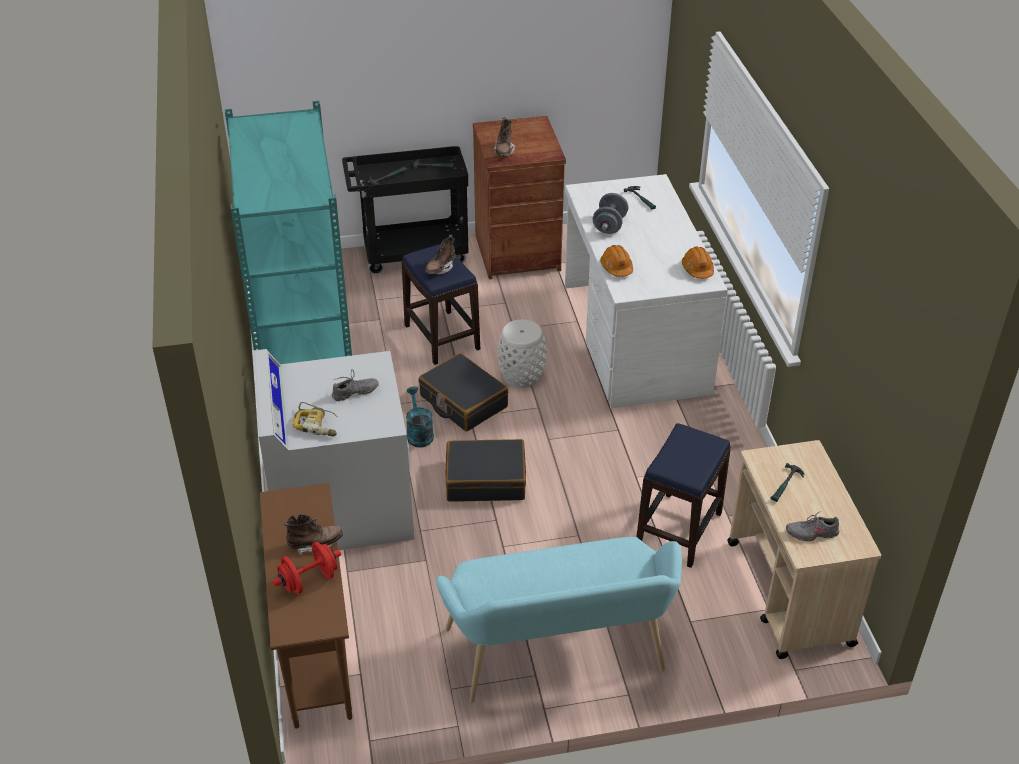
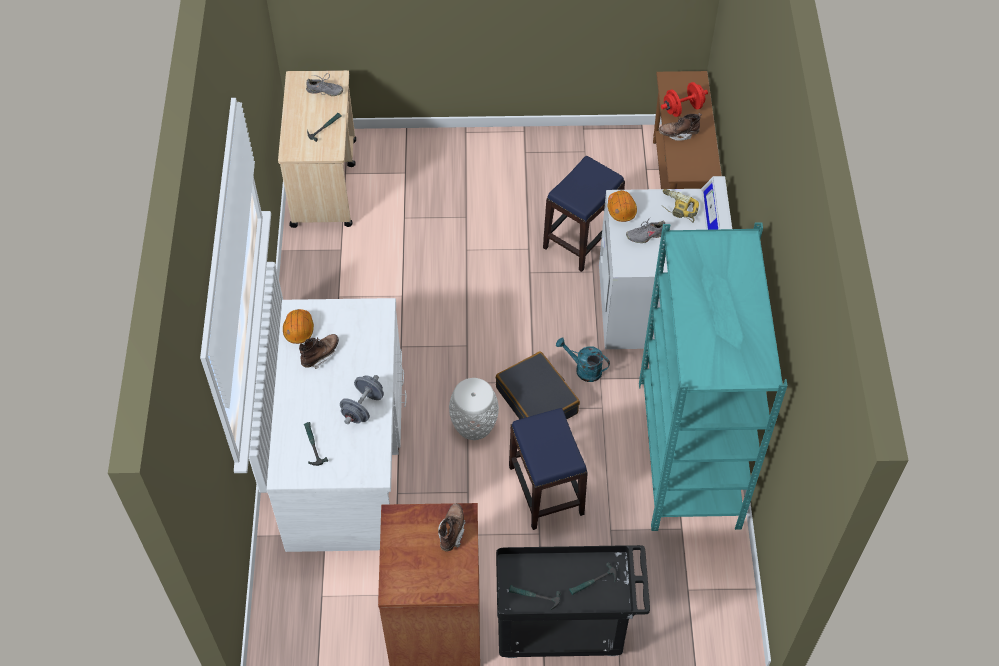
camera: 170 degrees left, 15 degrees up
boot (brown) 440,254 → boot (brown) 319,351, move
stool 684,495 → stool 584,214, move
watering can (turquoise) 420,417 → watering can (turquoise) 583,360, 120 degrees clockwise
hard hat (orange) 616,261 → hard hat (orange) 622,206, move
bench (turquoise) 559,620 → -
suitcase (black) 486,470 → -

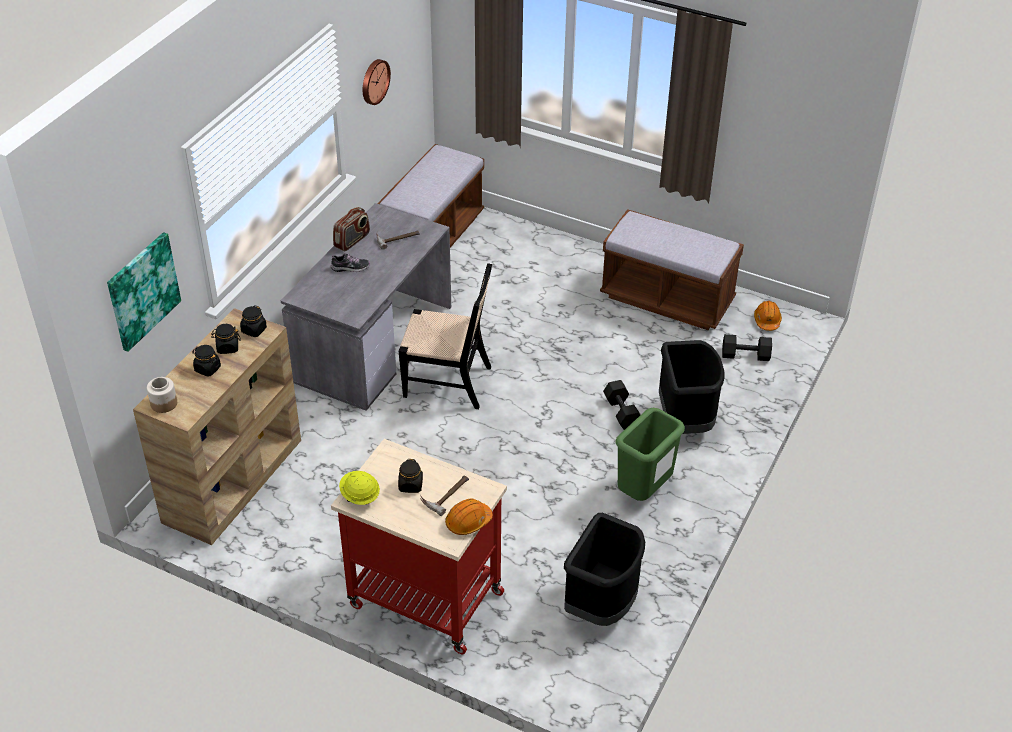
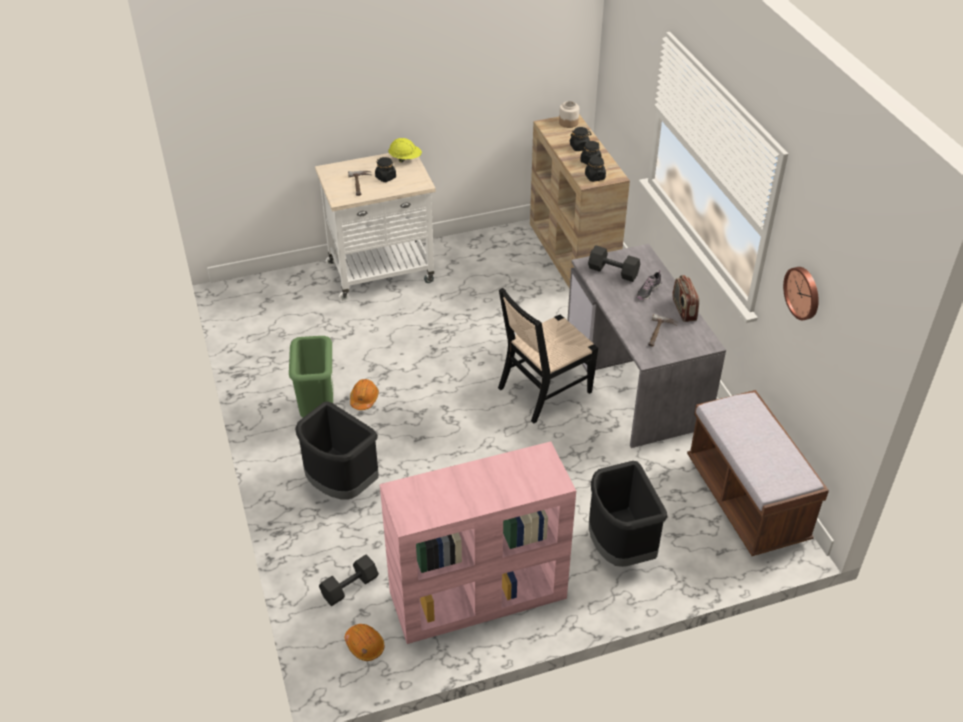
camera: 135 degrees right, 0 degrees up
cart (red) 419,546 → cart (white) 375,227
hard hat (orange) 469,517 → hard hat (orange) 364,394, move
bench (brown) 672,269 → bookcase (pink) 478,542
dumbbell (black) 621,405 → dumbbell (black) 614,263, move
trash can (black) 604,569 → trash can (black) 628,514, move
picture 144,292 → -

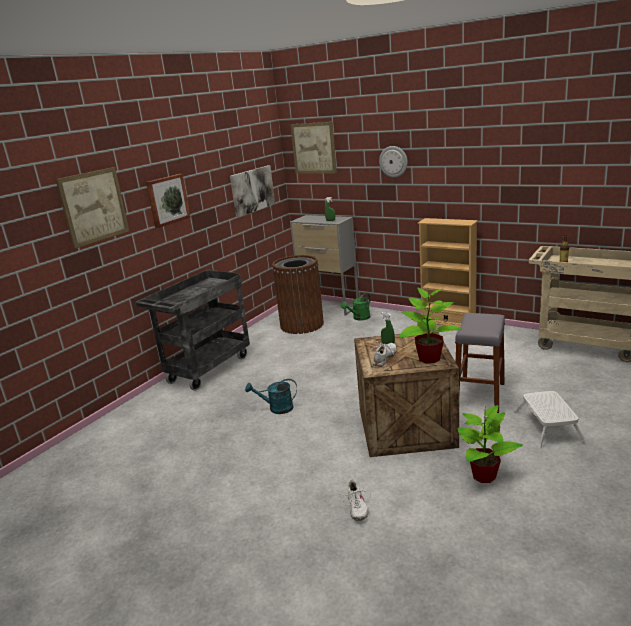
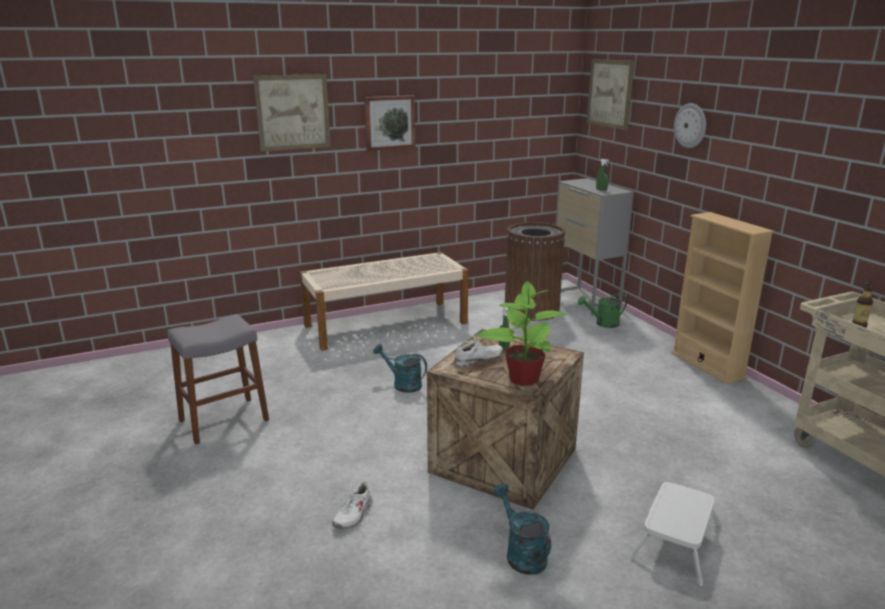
camera: 30 degrees right, 0 degrees up
stool (grey) 480,363 → stool (grey) 218,379, move
cart (black) 192,330 → bench (beige) 384,301
potted plant 490,444 → watering can (turquoise) 522,529
picture 252,191 → -

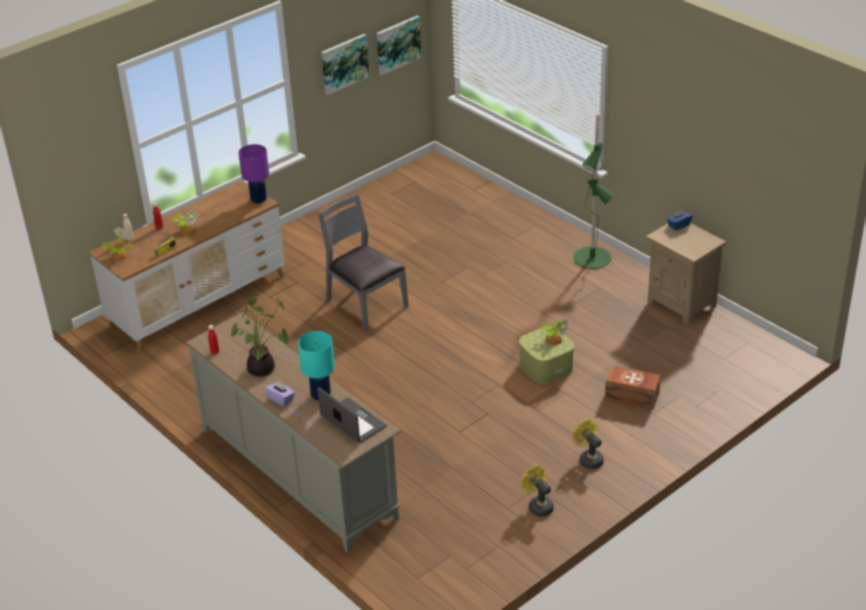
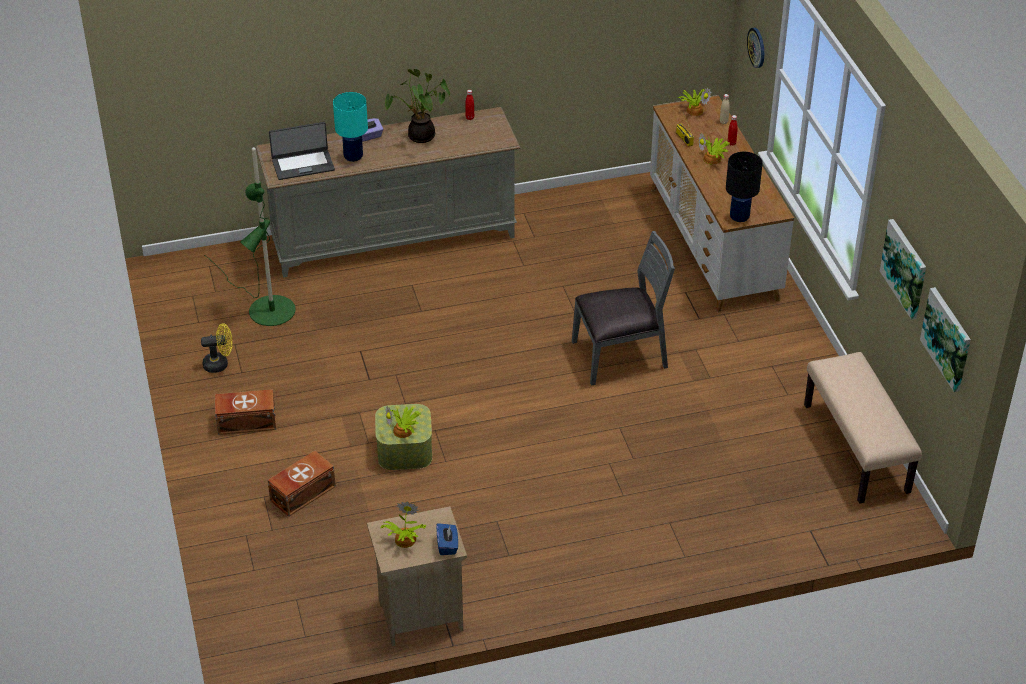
camera: 115 degrees right, 5 degrees up
floor lamp (green) 589,213 → floor lamp (green) 250,236, move
fan (yellow) 588,444 → storage box (brown) 245,412
- → potted plant 403,524
table lamp (purple) 253,173 → table lamp (black) 744,187
- → wall clock 755,48
- → bench (beige) 863,428

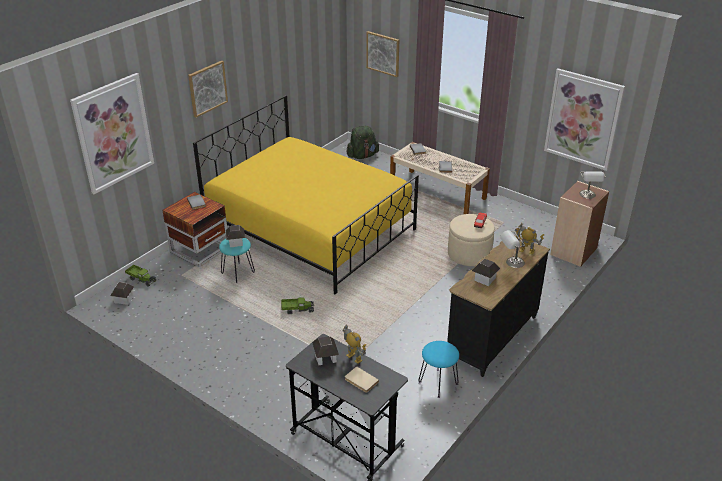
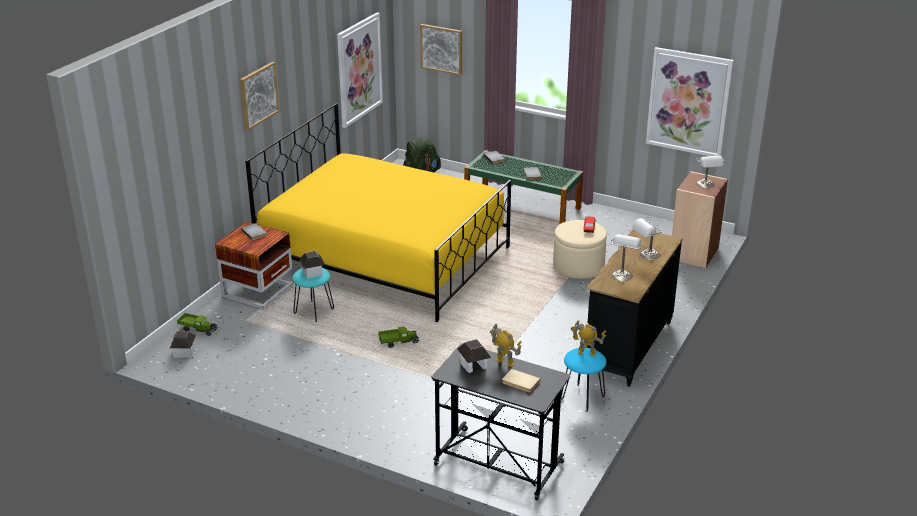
camera: 10 degrees left, 5 degrees down
picture 112,133 → picture 360,70, move
bench (beige) 440,178 → bench (green) 523,187
toy robot 529,238 → toy robot 588,338, move
toy house 486,272 → table lamp (white) 626,257

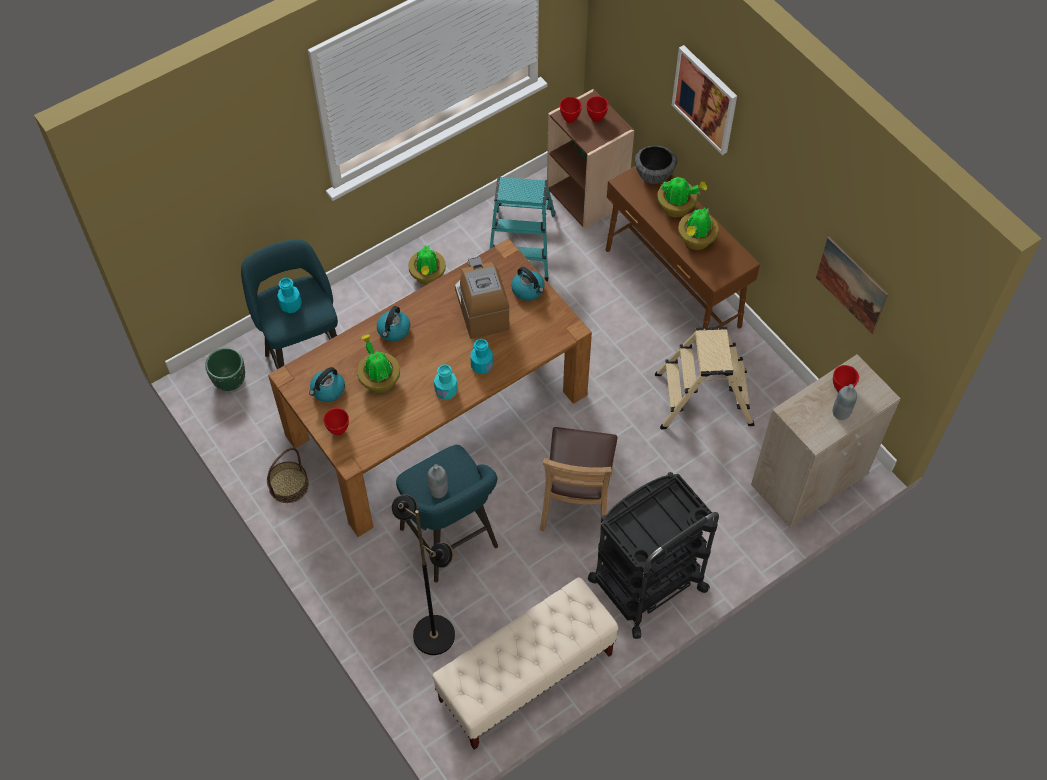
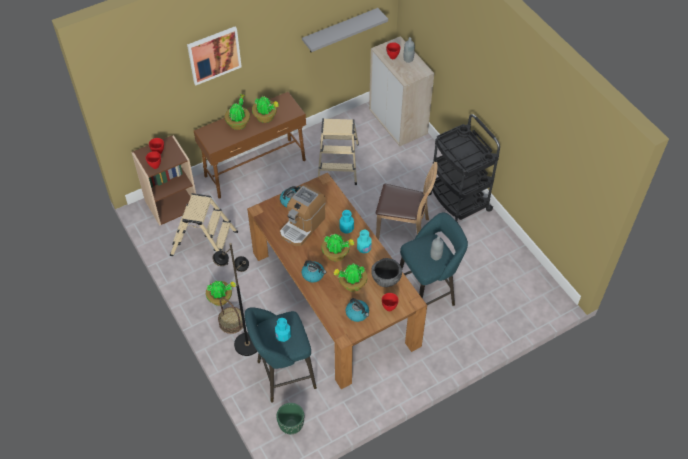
camera: 85 degrees left, 5 degrees down
step ladder (turquoise) 523,229 → step ladder (beige) 204,229
floor lamp (black) 423,574 → floor lamp (black) 235,299, move
basket 288,475 → basket 231,315, move
coffee machine 482,297 → coffee machine 303,215, 45 degrees counterclockwise
picture 852,285 → shelf (grey) 345,30
- → potted plant 338,247
bowl 656,165 → bowl 386,272, move
bench (beige) 525,663 → -

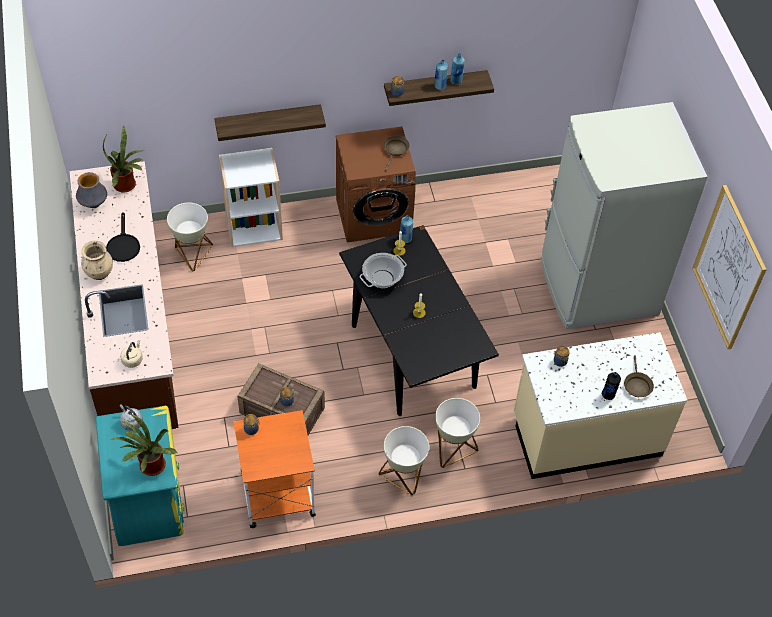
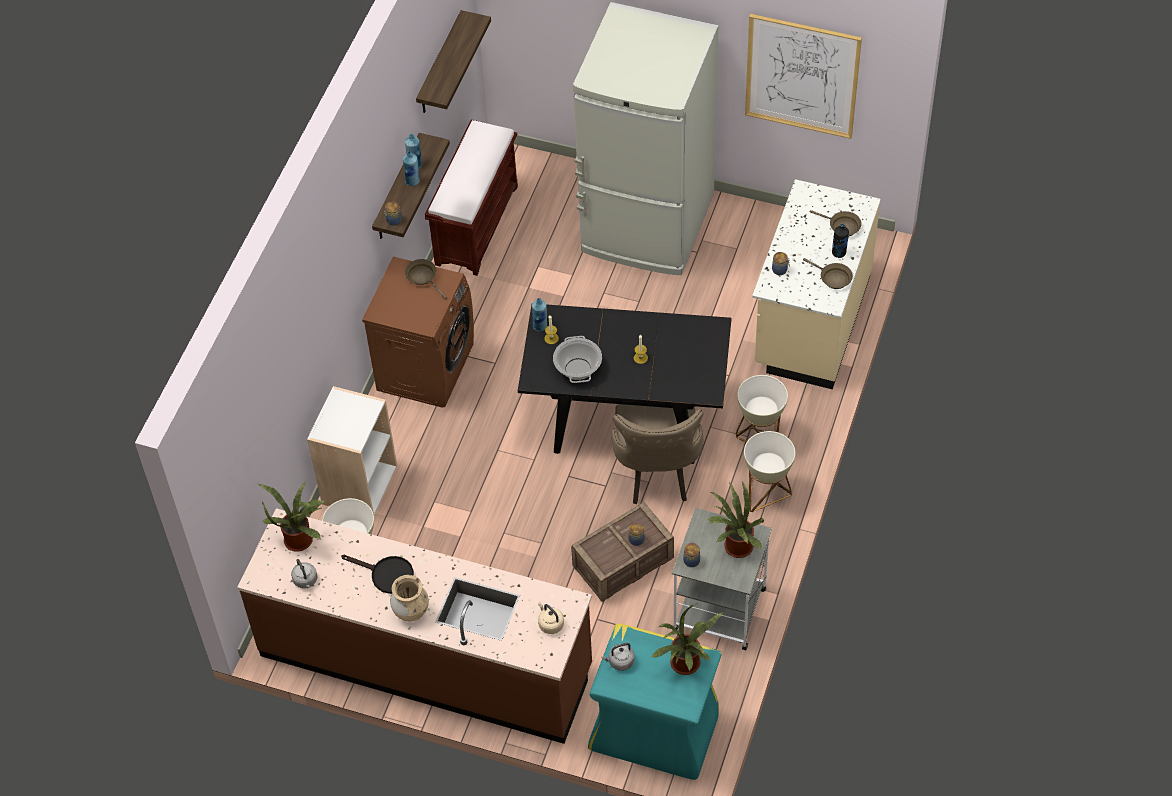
camera: 55 degrees left, 0 degrees up
vase 91,190 → kettle (grey) 304,573
shelf 270,122 → shelf 453,61, move
- → bench (brown) 471,197
- → chair (beige) 658,454
cart (orange) 274,469 → cart (grey) 722,579
- → potted plant 735,520
- → frying pan (brown) 828,273

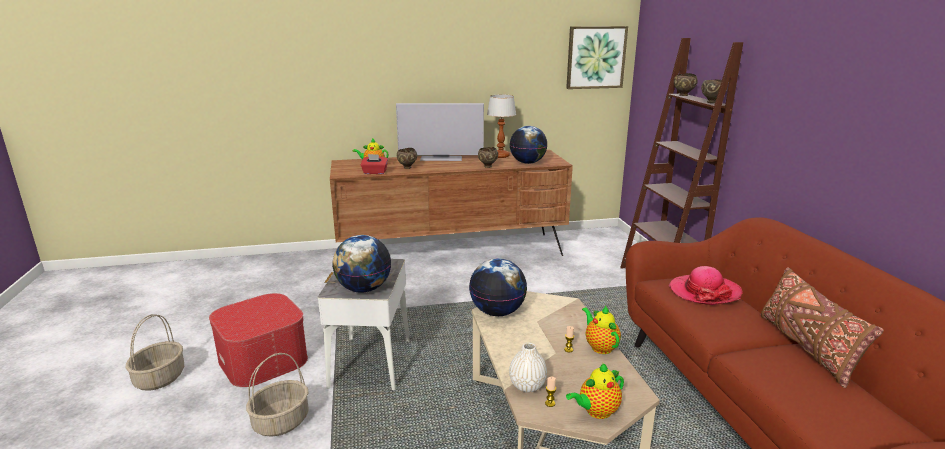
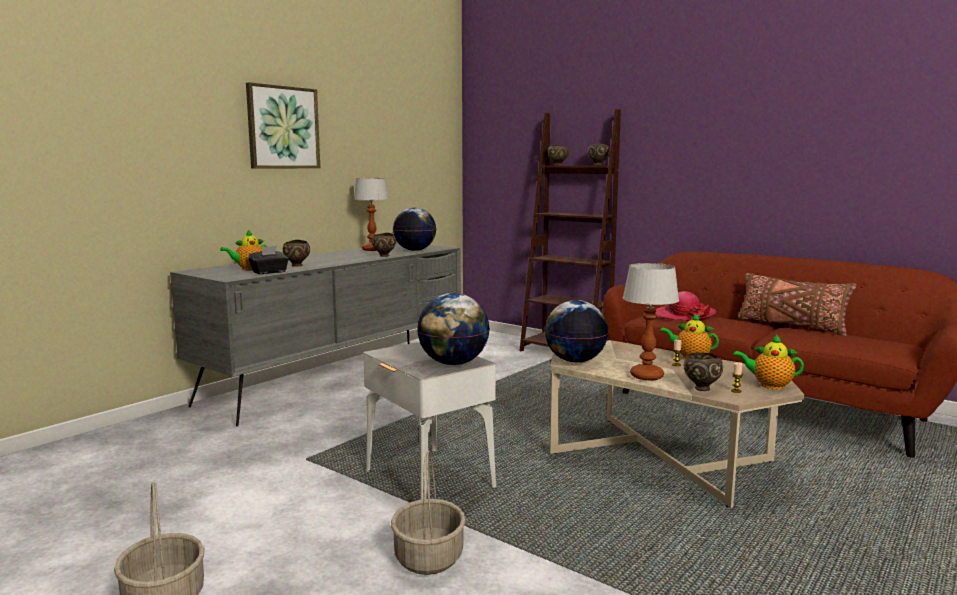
camera: 40 degrees left, 10 degrees down
tv stand (brown) 451,203 → tv stand (grey) 315,335
picture 597,57 → picture 283,125, move
tissue box (red) 374,164 → tissue box (black) 268,260
- → table lamp 651,321
vase (white) 528,367 → bowl (brown) 703,372
teapot 595,391 → teapot 768,361, 90 degrees clockwise
ottoman 258,340 → -
television 440,132 → -

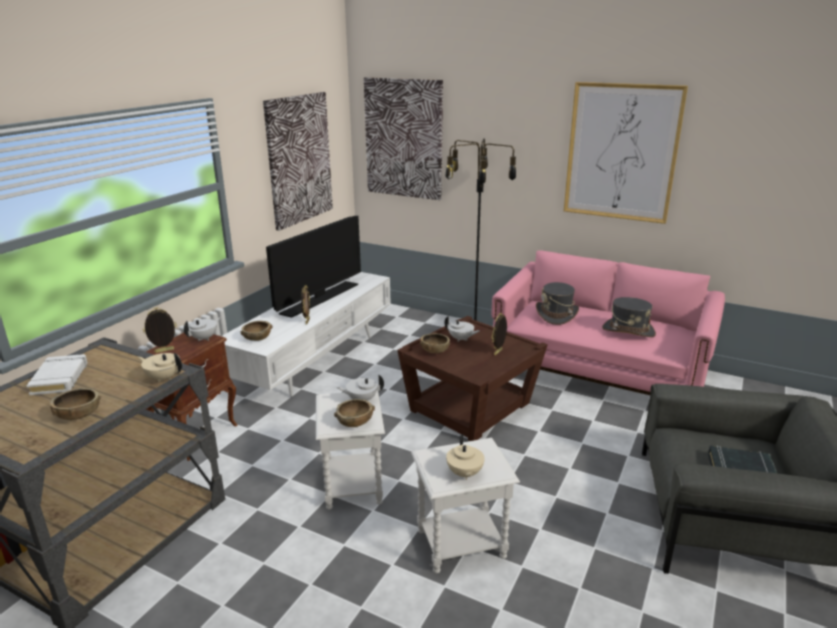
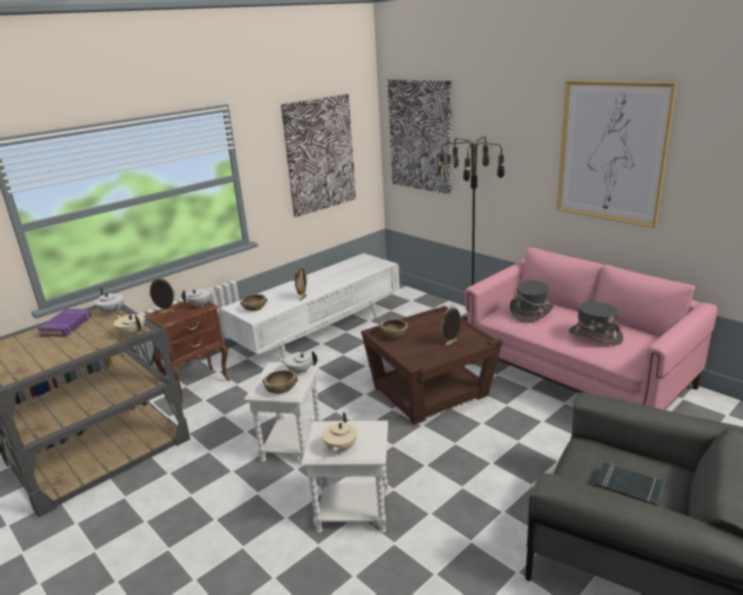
camera: 20 degrees right, 0 degrees up
book (white) 57,374 → book (purple) 64,323
teapot (white) 462,329 → teapot (white) 109,301, move
bowl (brown) 75,404 → -
television 313,267 → -

